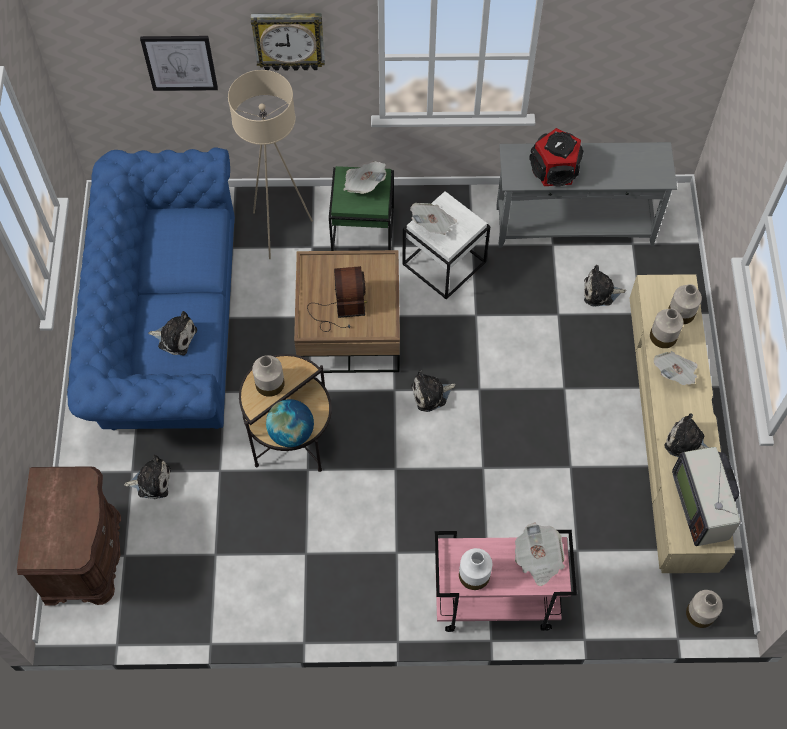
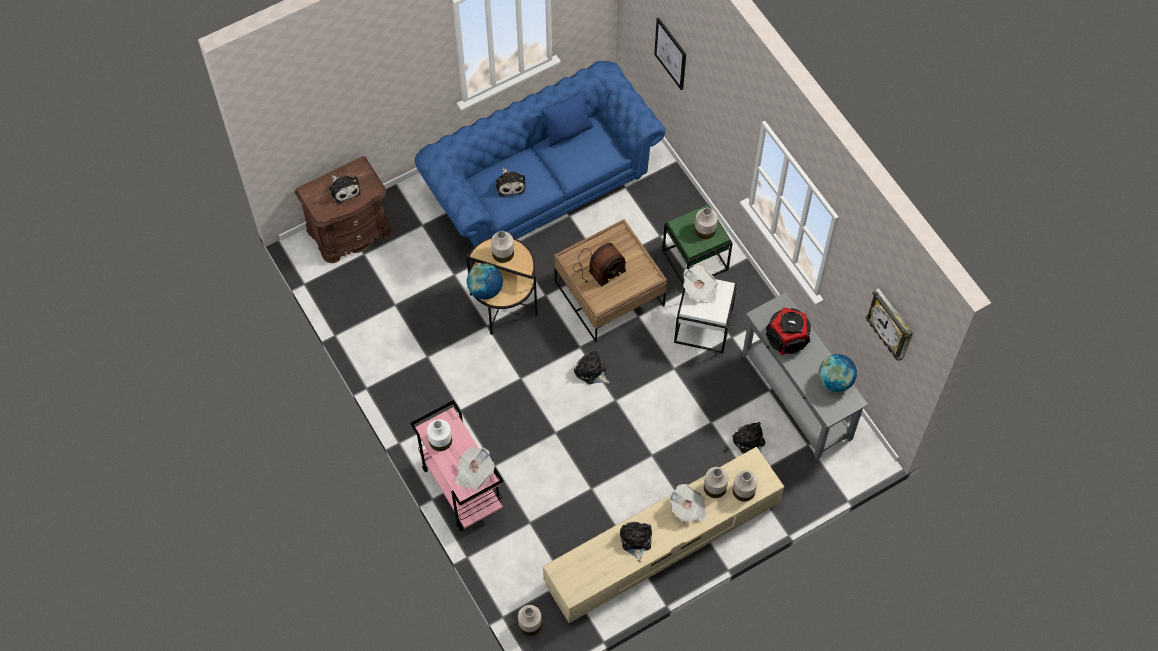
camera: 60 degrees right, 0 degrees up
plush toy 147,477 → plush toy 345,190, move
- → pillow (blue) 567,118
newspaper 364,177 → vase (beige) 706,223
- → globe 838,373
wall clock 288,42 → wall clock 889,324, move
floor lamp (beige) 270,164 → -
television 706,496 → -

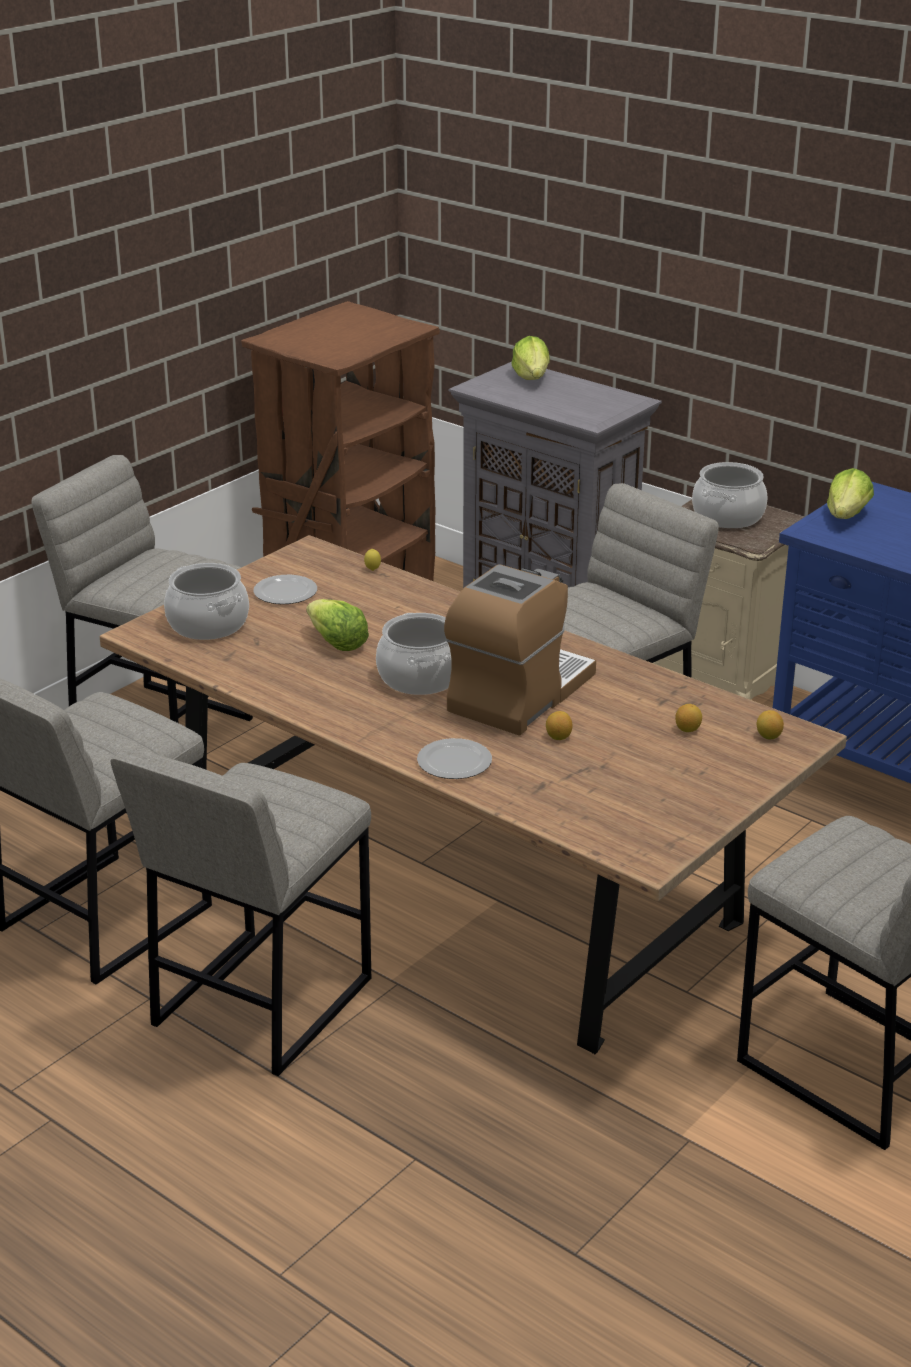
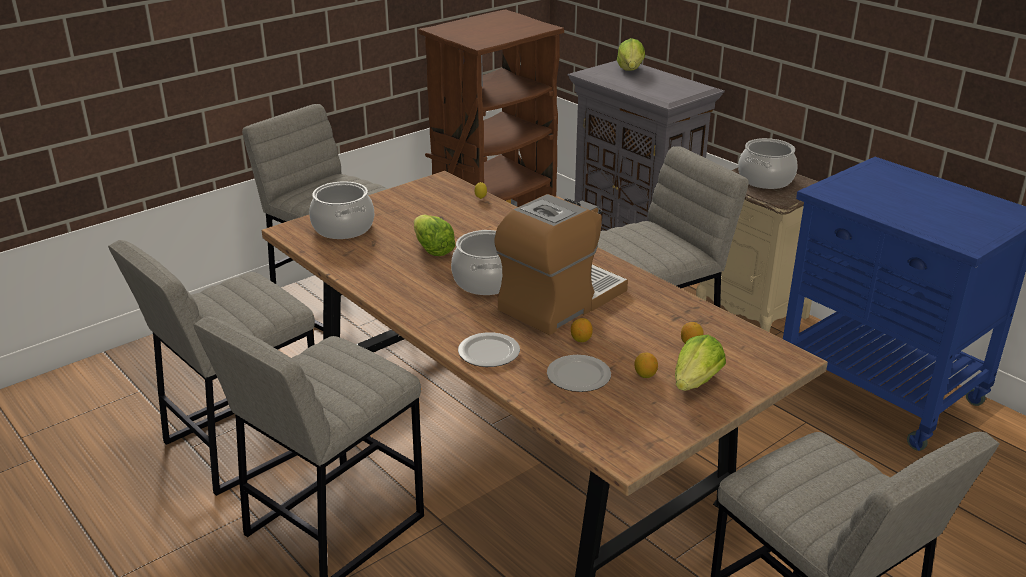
camera: 10 degrees right, 0 degrees up
plate 285,589 → plate 579,373, move
lemon 770,725 → lemon 646,365, move
lettuce 850,493 → lettuce 700,363, move

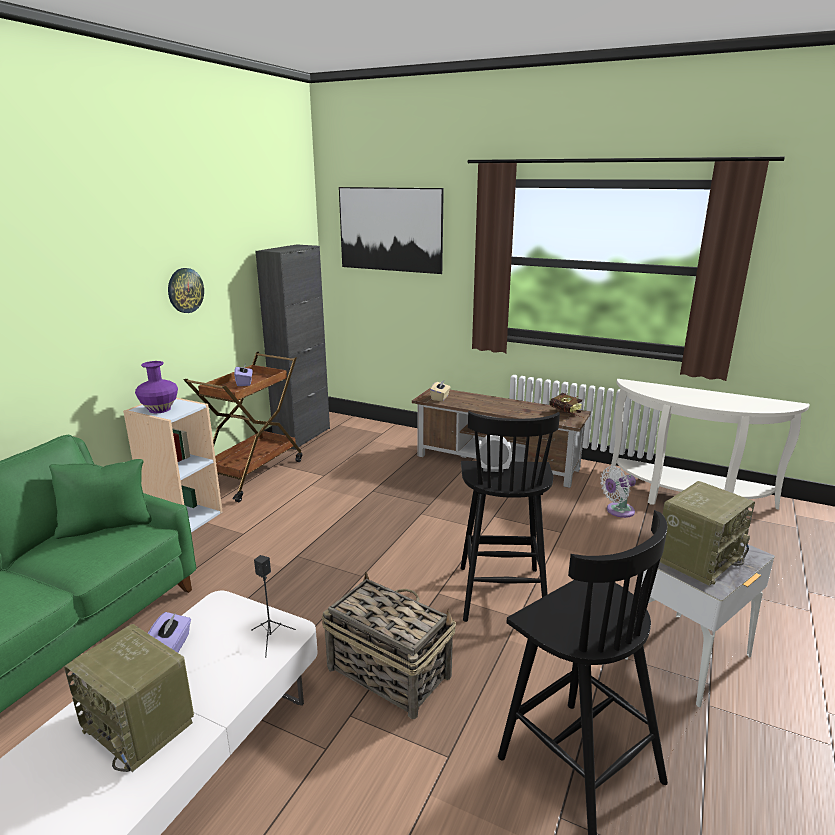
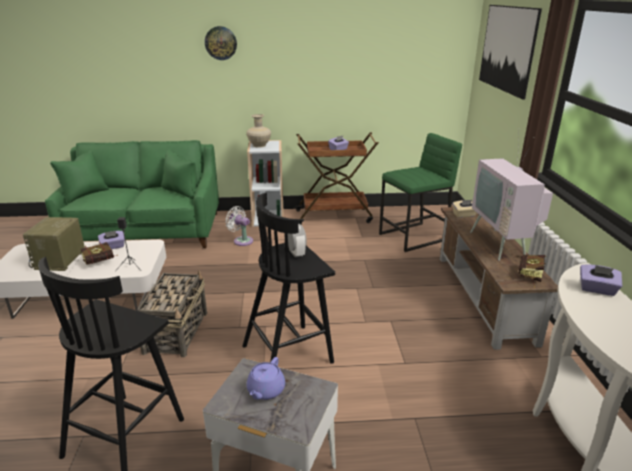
camera: 60 degrees right, 5 degrees up
- → book 99,253
wall clock 186,290 → wall clock 221,43, move
fan (white) 618,492 → fan (white) 239,226, move
vase (purple) 156,387 → vase (beige) 258,131
radio 707,533 → teapot (purple) 266,378
- → stool (green) 420,192
- → television 512,199
- → tissue box (purple) 601,280
cabinet (black) 292,347 → -

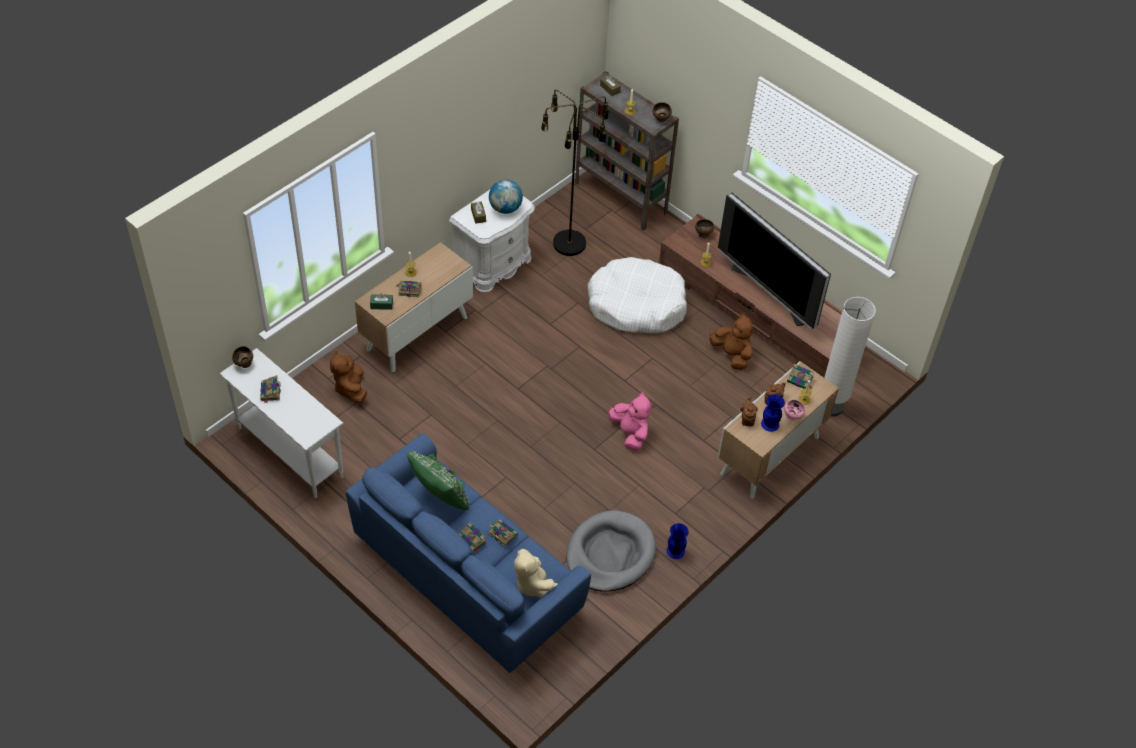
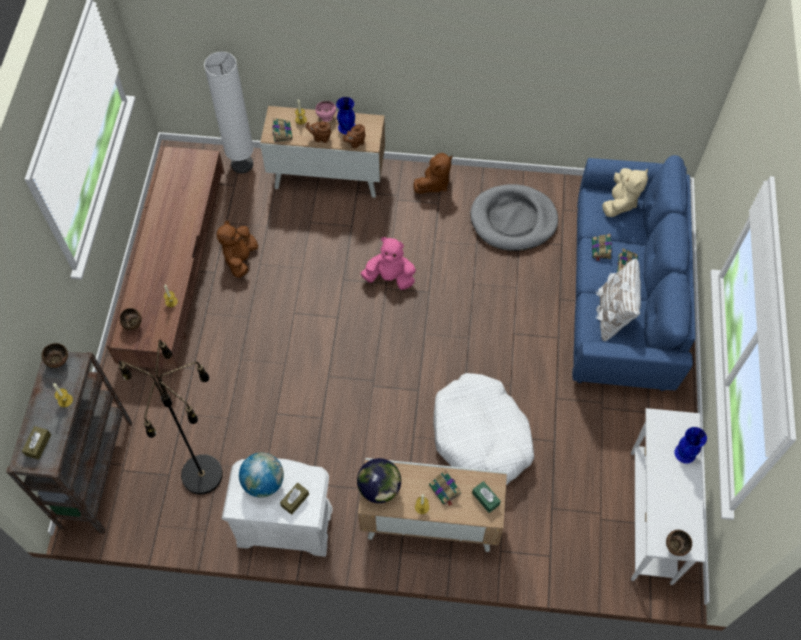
camera: 125 degrees left, 10 degrees up
- → globe 379,480
plush toy (pink) 629,421 → plush toy (pink) 388,263, 75 degrees clockwise
plush toy (brown) 348,377 → plush toy (brown) 432,173, move
dog bed (white) 637,295 → dog bed (white) 483,429, move
pillow (green) 438,480 → pillow (white) 618,299
vase (blue) 678,541 → vase (blue) 690,445, move
book 270,389 → -
television 774,261 → -

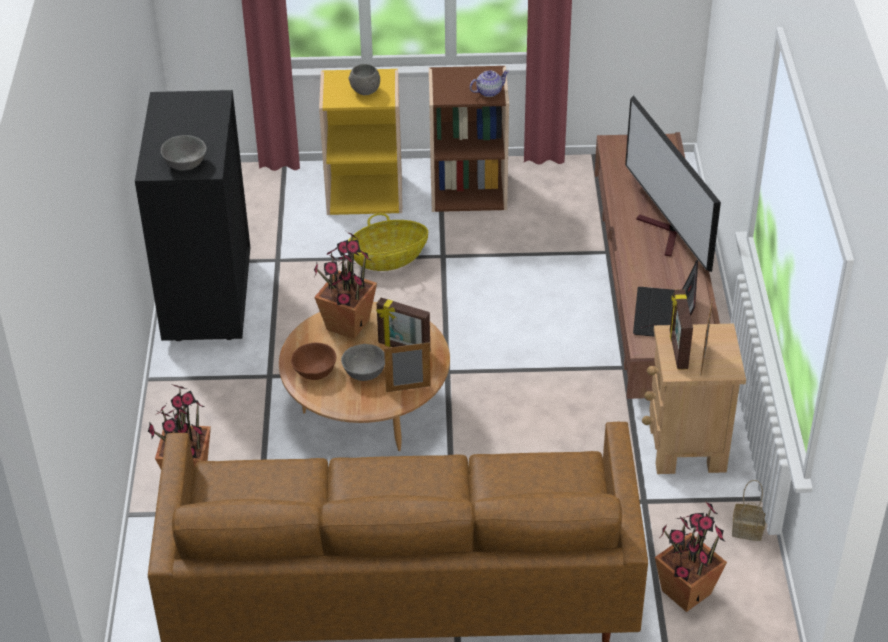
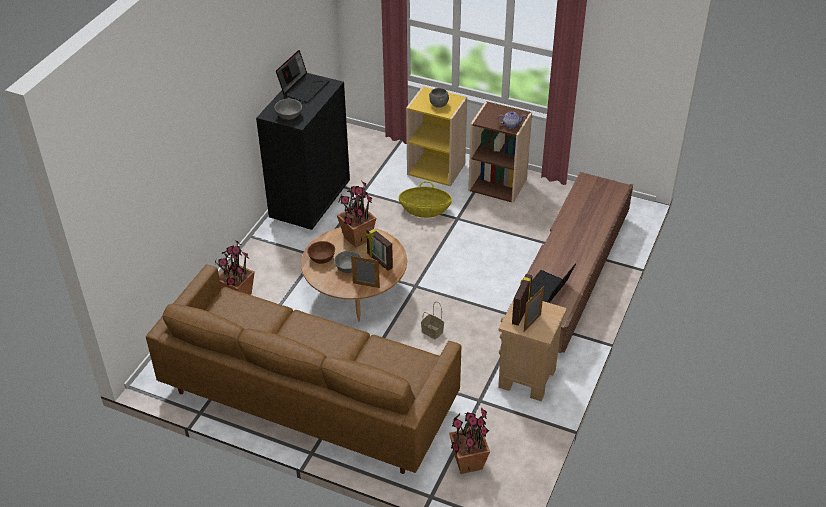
camera: 25 degrees right, 0 degrees up
- → laptop 303,76
basket 749,510 → basket 432,321, move
television 673,183 → -

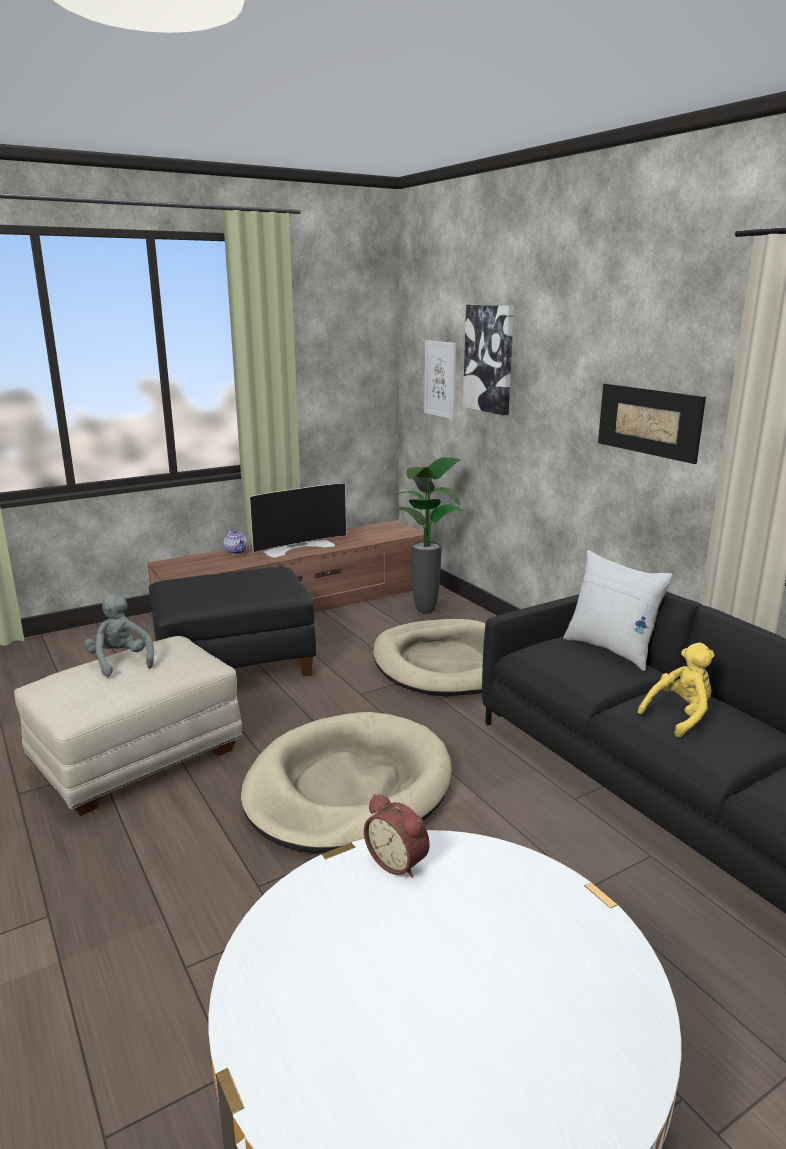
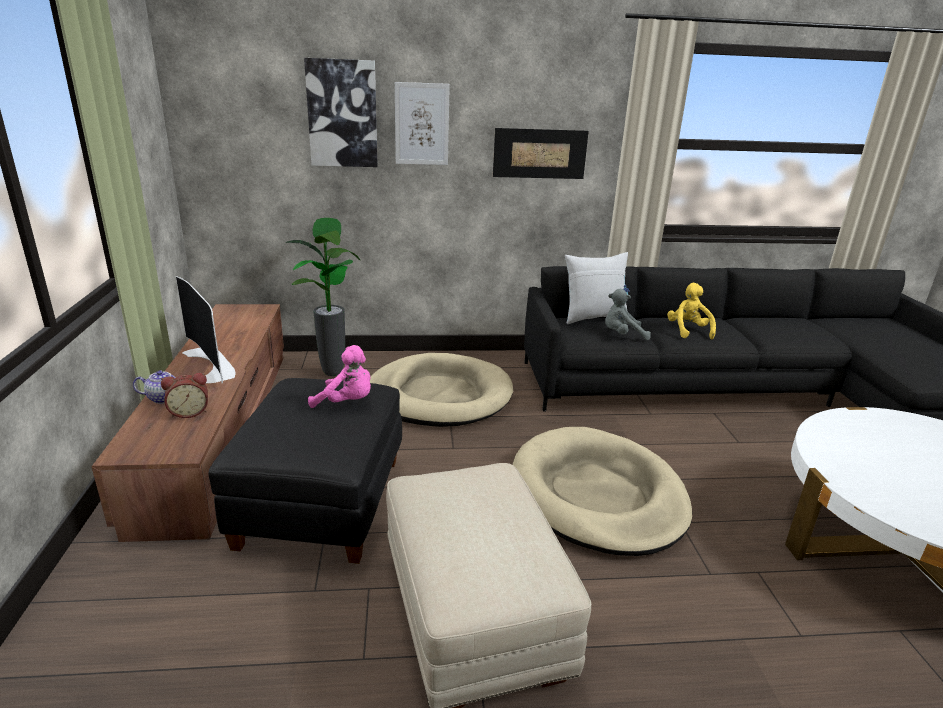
camera: 65 degrees left, 5 degrees up
alarm clock 397,836 → alarm clock 184,395, move
television 298,520 → television 205,329, 150 degrees clockwise
- → plush toy (pink) 339,376
picture 440,379 → picture 422,123, move
plush toy (grey) 119,635 → plush toy (grey) 628,314, move

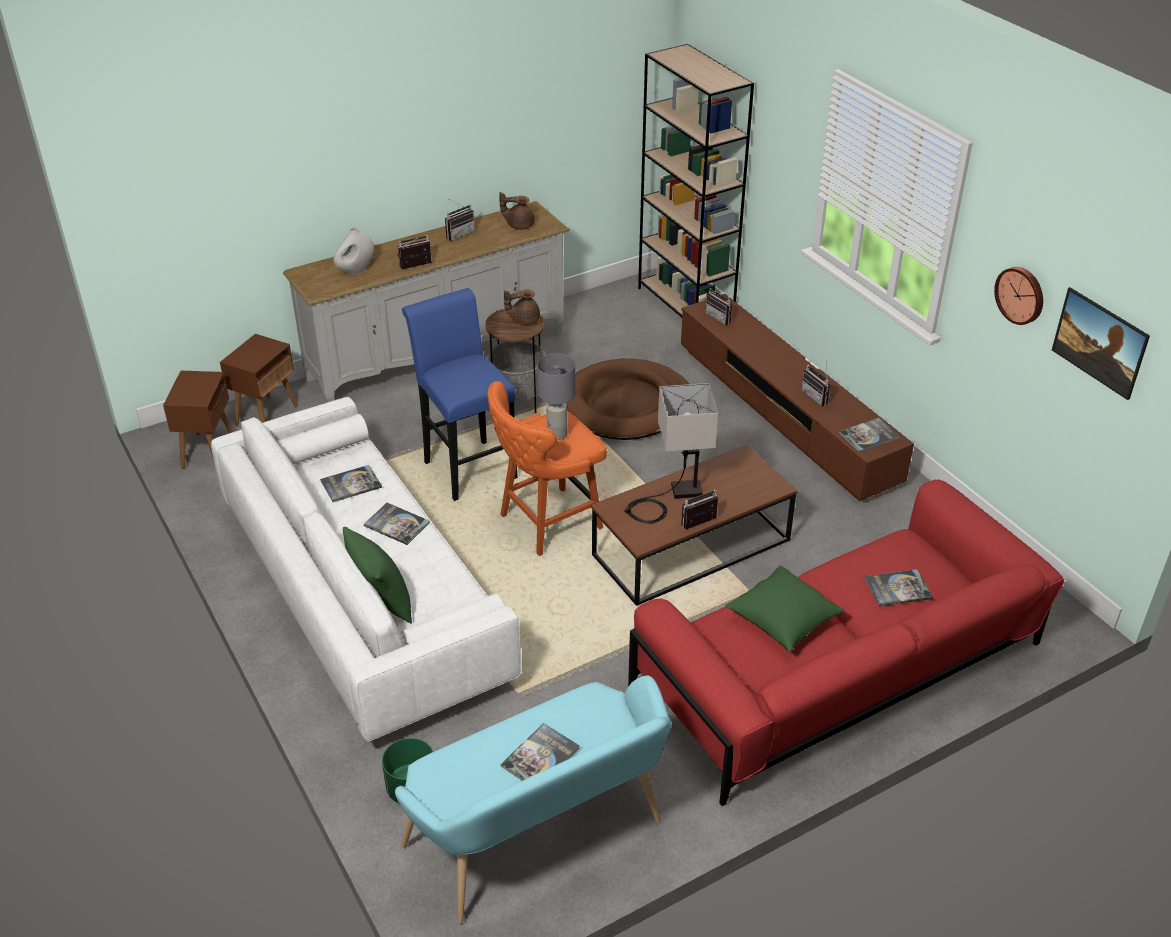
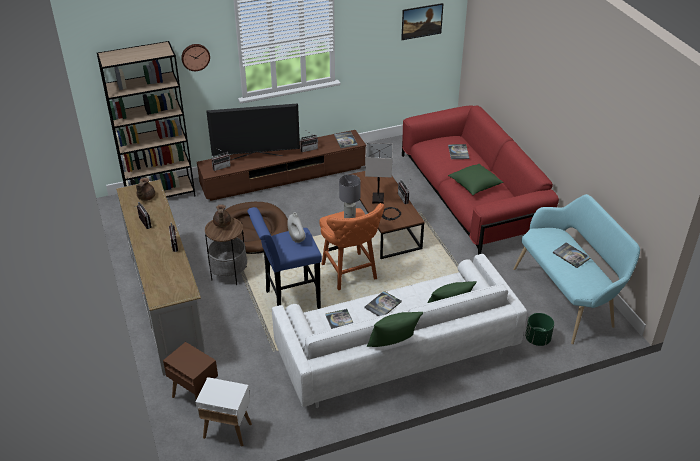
camera: 80 degrees left, 0 degrees up
wall clock 1018,296 → wall clock 195,57, move
side table (brown) 198,419 → side table (white) 224,411
- → television 253,131
vase (white) 353,251 → vase (white) 296,227, move
- → pillow (green) 395,329

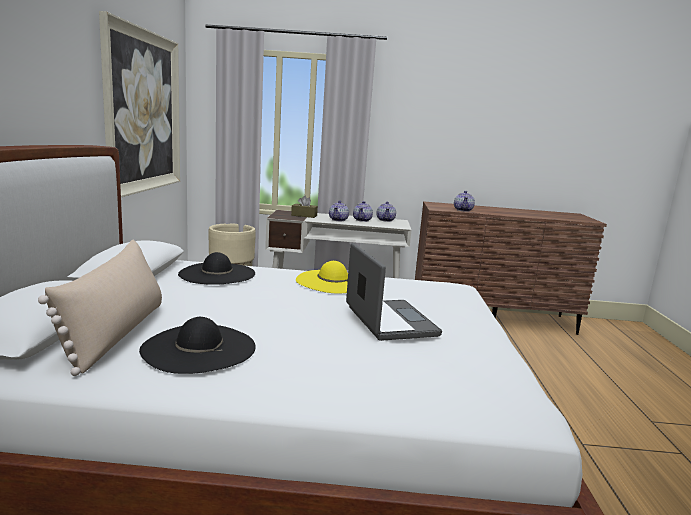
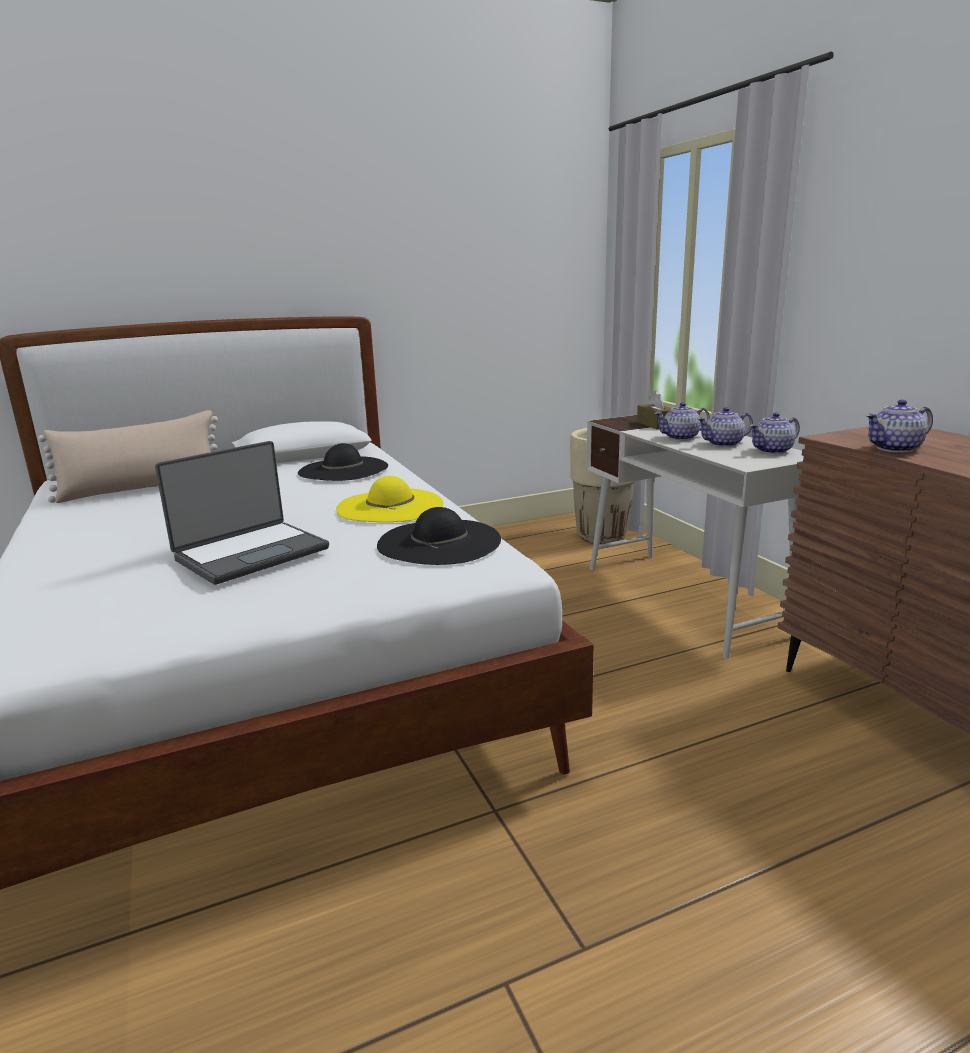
camera: 65 degrees right, 5 degrees up
hat (black) 197,345 → hat (black) 439,536, move
picture 139,104 → -

